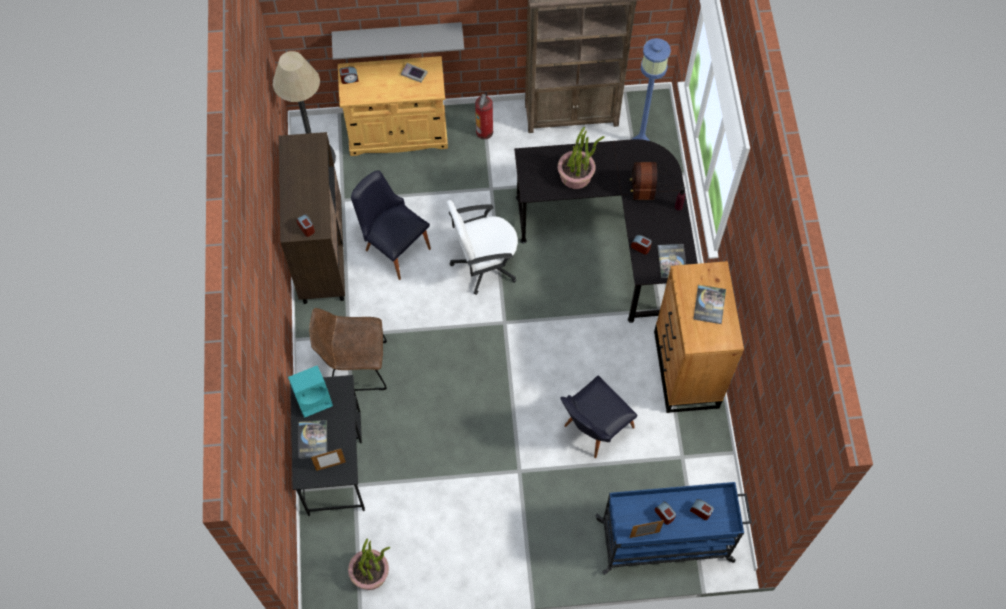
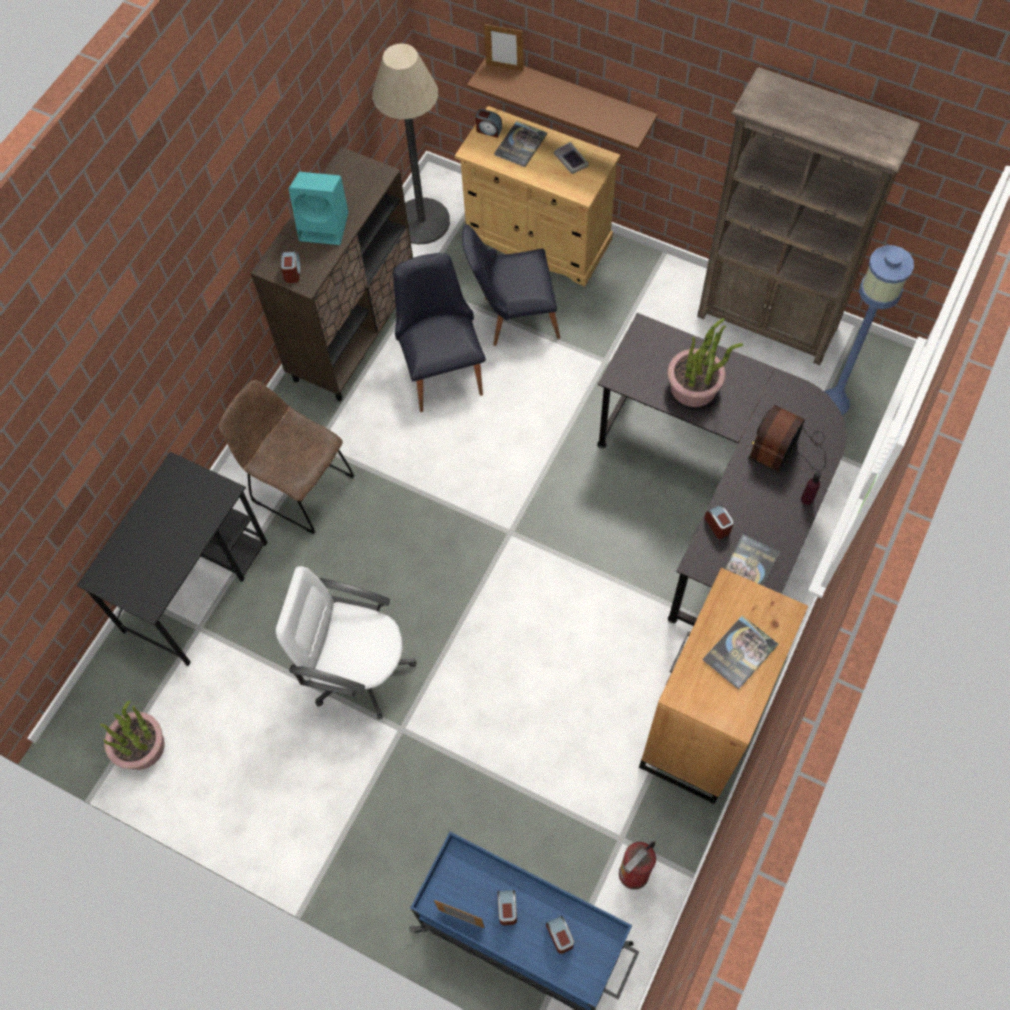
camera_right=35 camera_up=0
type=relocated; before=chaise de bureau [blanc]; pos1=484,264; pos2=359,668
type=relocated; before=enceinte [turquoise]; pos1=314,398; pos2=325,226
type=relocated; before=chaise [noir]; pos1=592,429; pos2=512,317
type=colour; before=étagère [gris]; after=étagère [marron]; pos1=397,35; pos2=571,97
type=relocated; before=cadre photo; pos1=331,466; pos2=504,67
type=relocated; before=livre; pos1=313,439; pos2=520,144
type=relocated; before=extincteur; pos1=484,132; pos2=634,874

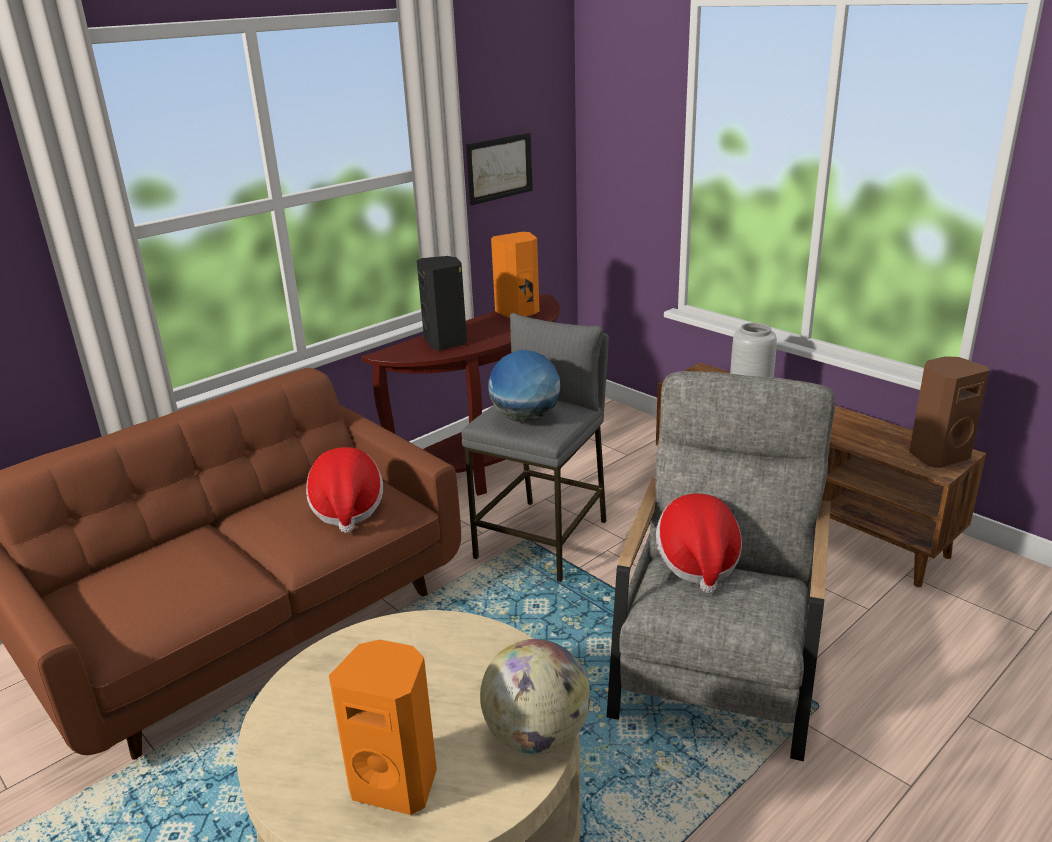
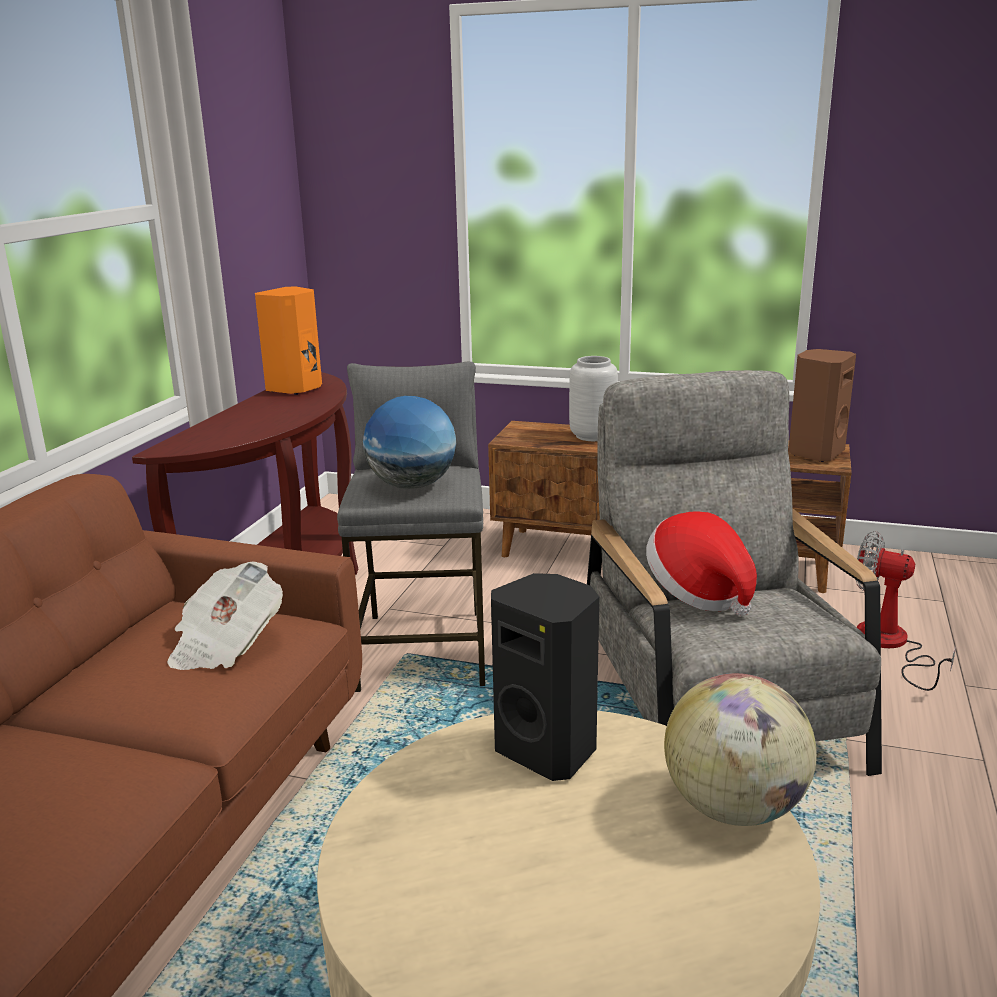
camera_right=-30 camera_up=-5
type=exchanged; before=chapeau; after=journal; pos1=347,509; pos2=226,645
type=relocated; before=enceinte [noir]; pos1=446,342; pos2=548,750
type=appeared; after=ventilateur; pos2=890,645
type=missing; before=enceinte [orange]; pos1=397,782
type=missing; before=tableau; pos1=499,168

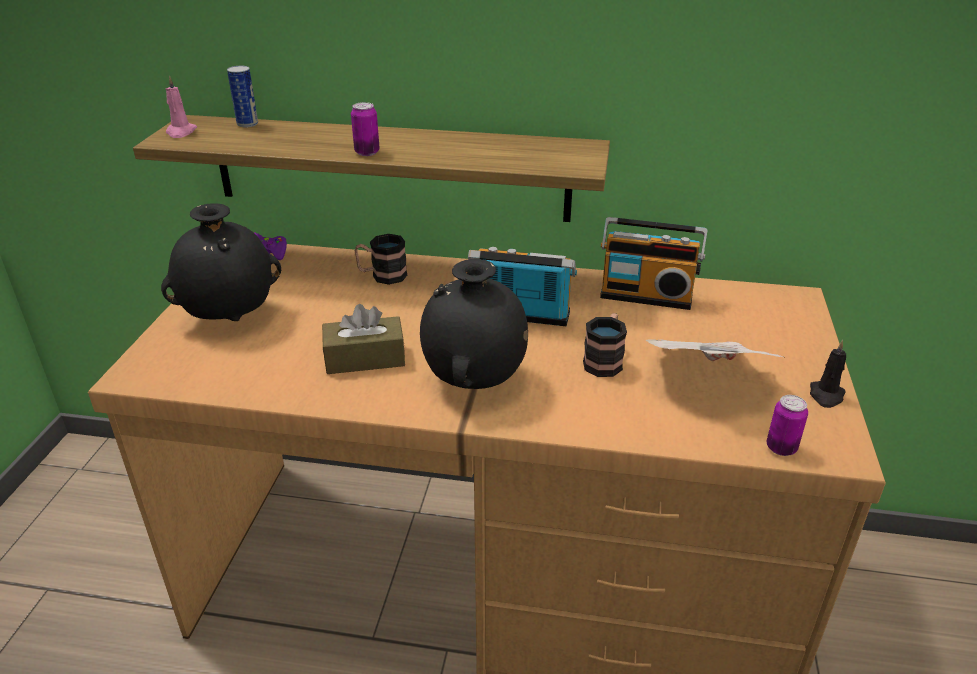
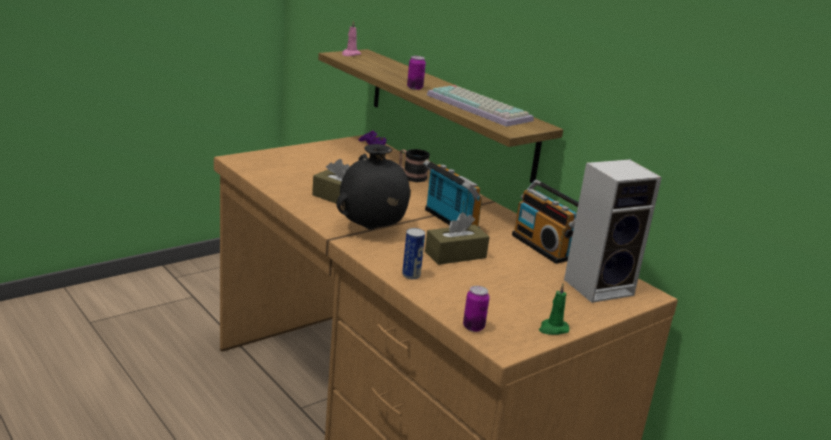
camera_right=40 camera_up=-10
type=relocated; before=boîte métallique; pos1=247,124; pos2=411,275
type=exchanged; before=mug; after=boîte à mouchoirs [marron]; pos1=605,360; pos2=455,255
type=appeared; after=clavier; pos2=481,108
type=colour; before=bougie [noir]; after=bougie [vert]; pos1=826,396; pos2=553,329
type=appeared; after=enceinte; pos2=600,286
type=missing; before=vase [noir]; pos1=231,317
type=missing; before=journal; pos1=709,377

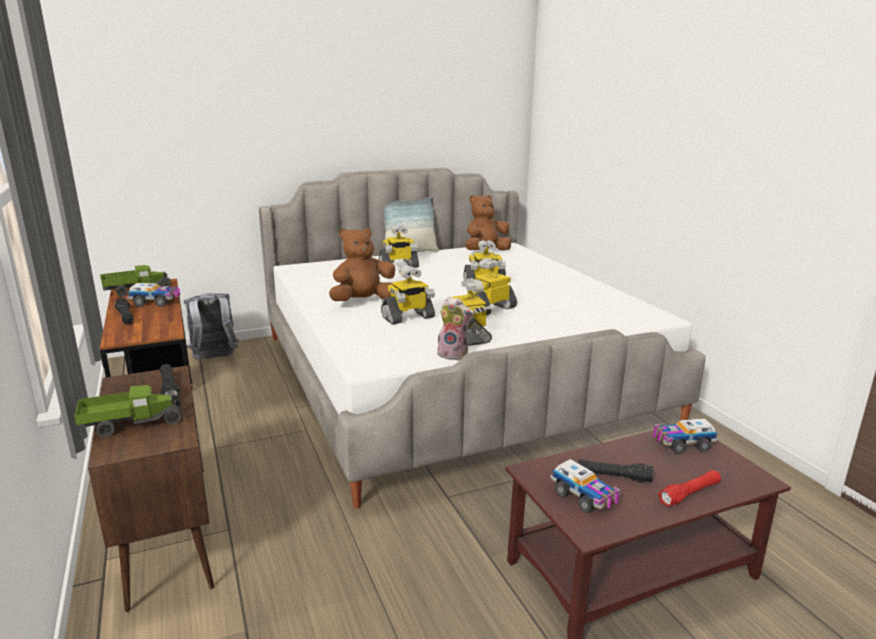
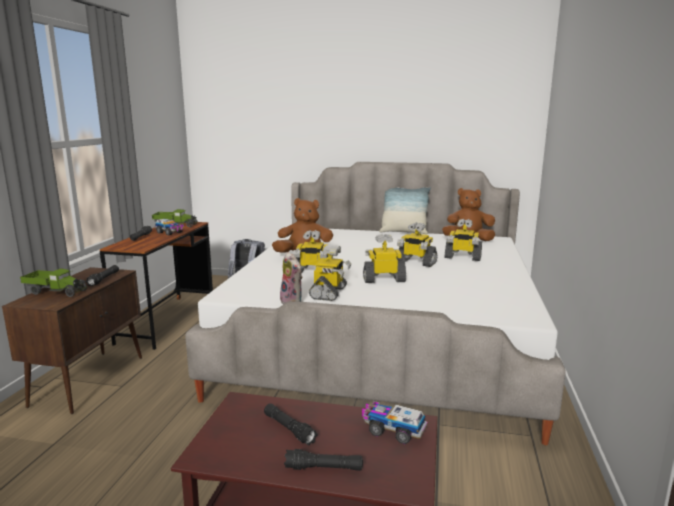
camera_right=35 camera_up=-5
type=colour; before=lampe de poche [rouge]; after=lampe de poche [noir]; pos1=689,494; pos2=324,468
type=relocated; before=robot jouet; pos1=398,266; pos2=462,257
type=missing; before=camion jouet; pos1=584,498

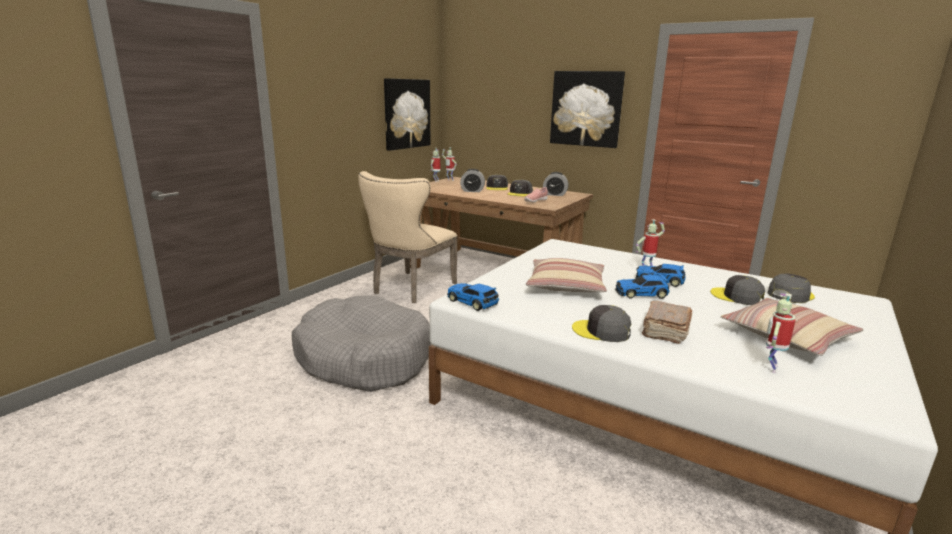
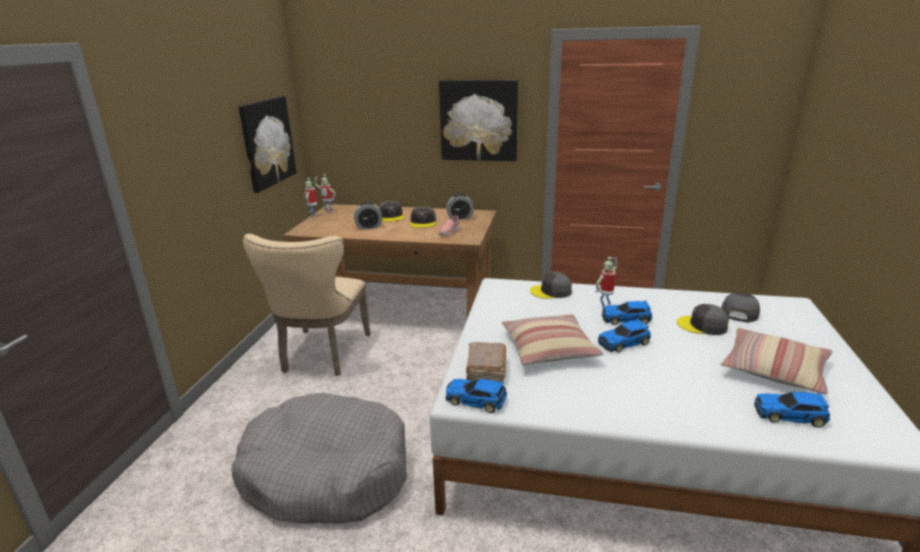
camera_right=-20 camera_up=5
type=relocated; before=livre [marron]; pos1=665,331; pos2=485,371
type=relocated; before=casquette [gris]; pos1=601,331; pos2=551,291
type=exchanged; before=robot jouet; after=petite voiture; pos1=771,367; pos2=790,415

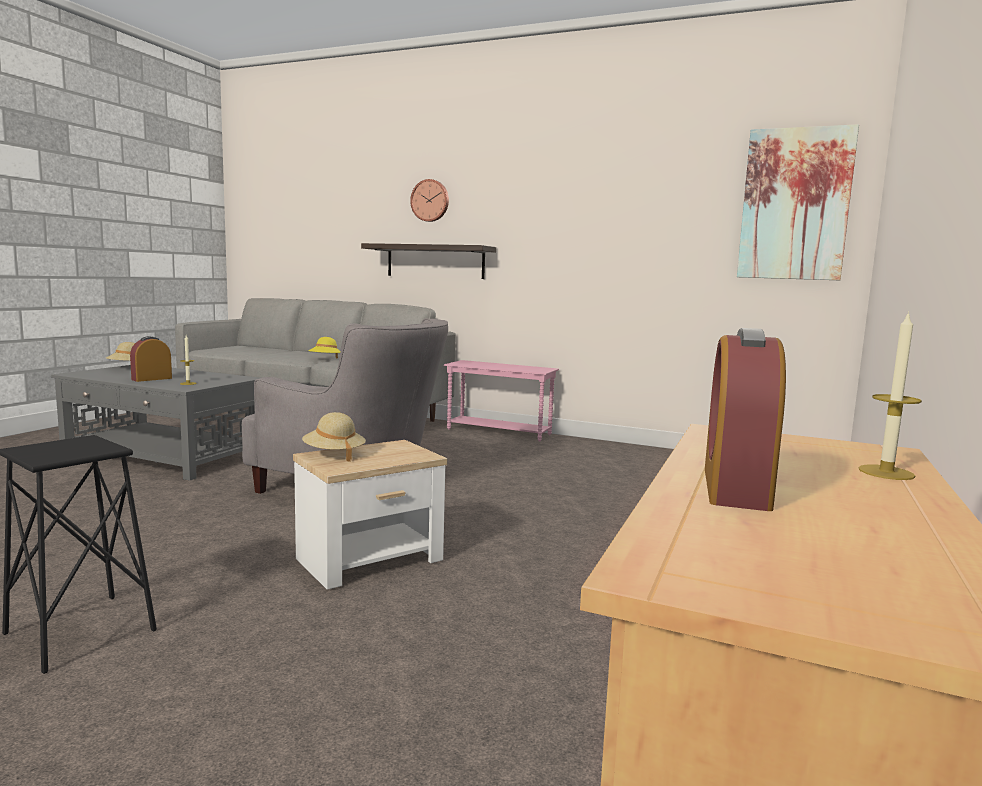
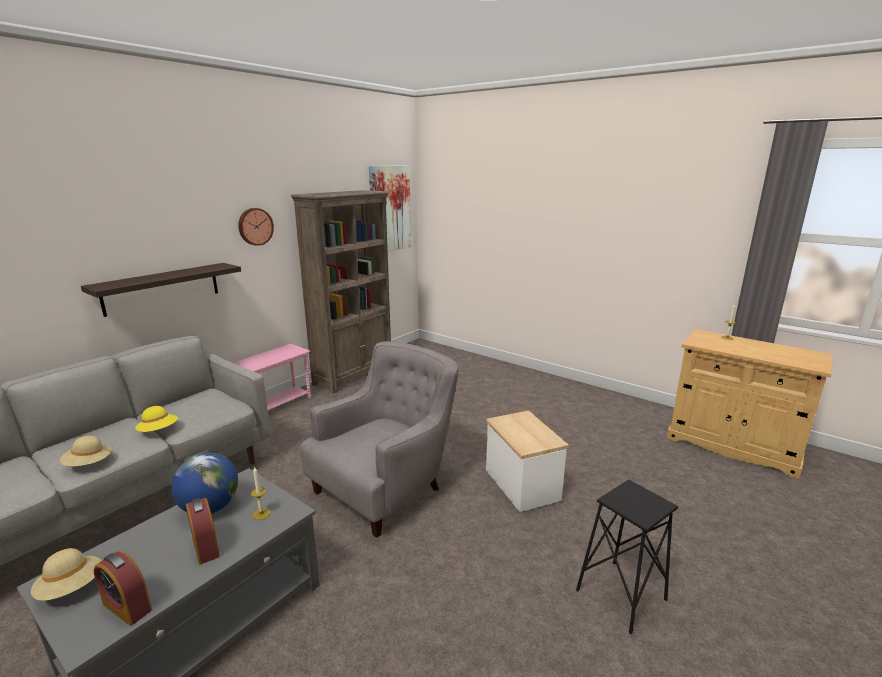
camera_right=-75 camera_up=10
type=relocated; before=chapeau [beige]; pos1=334,454; pos2=88,464
type=relocated; before=réveil; pos1=735,487; pos2=127,607
type=appeared; after=globe; pos2=210,508
type=relocated; before=horloge murale; pos1=430,200; pos2=255,226
type=appeared; after=bibliothèque [marron]; pos2=354,375

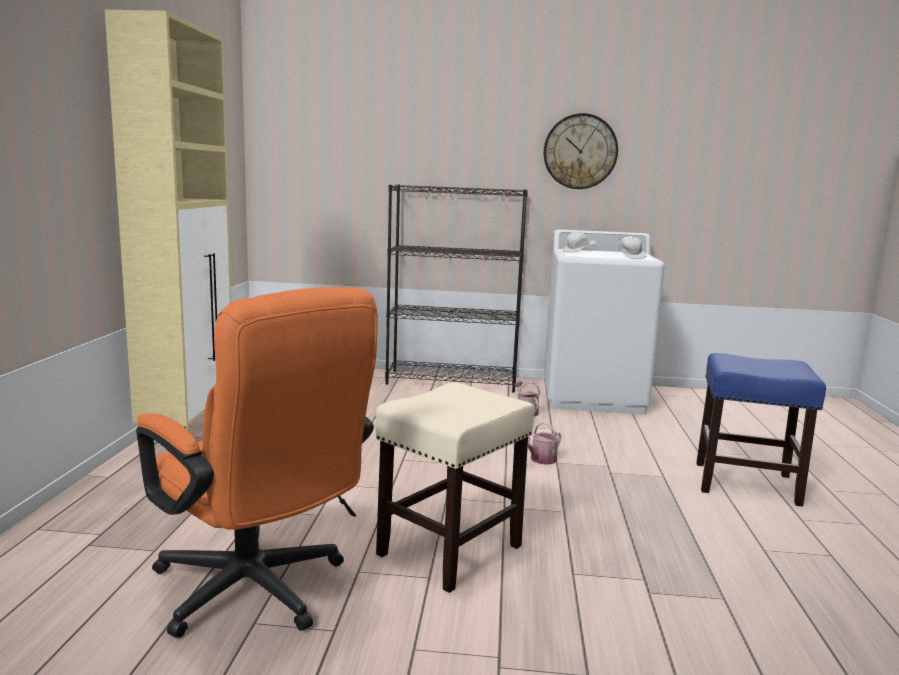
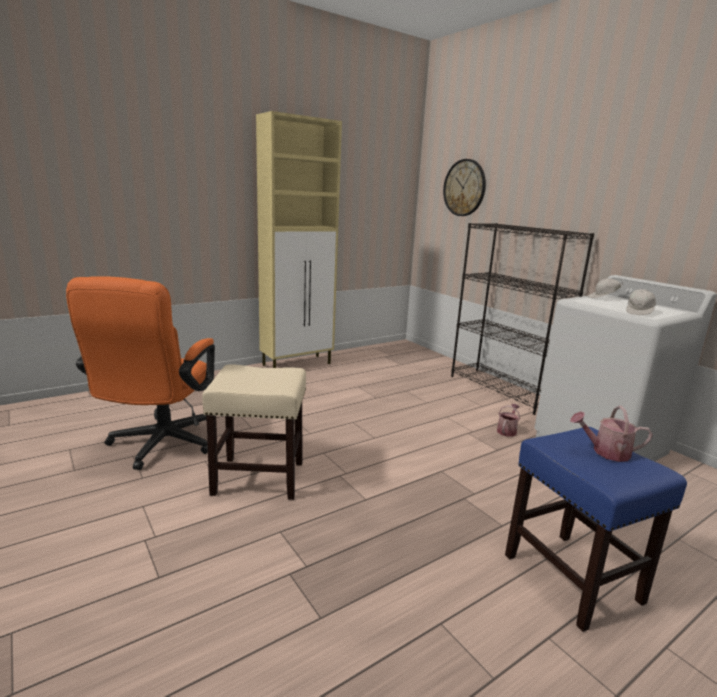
camera_right=50 camera_up=5
type=relocated; before=horloge murale; pos1=580,151; pos2=464,188
type=relocated; before=arrosoir; pos1=540,460; pos2=606,452

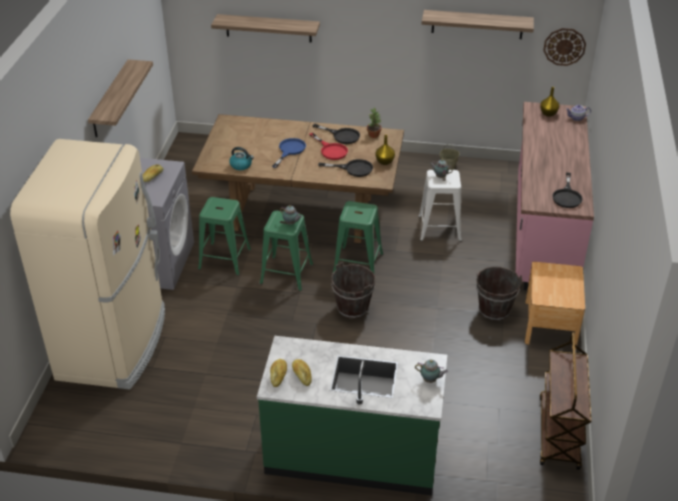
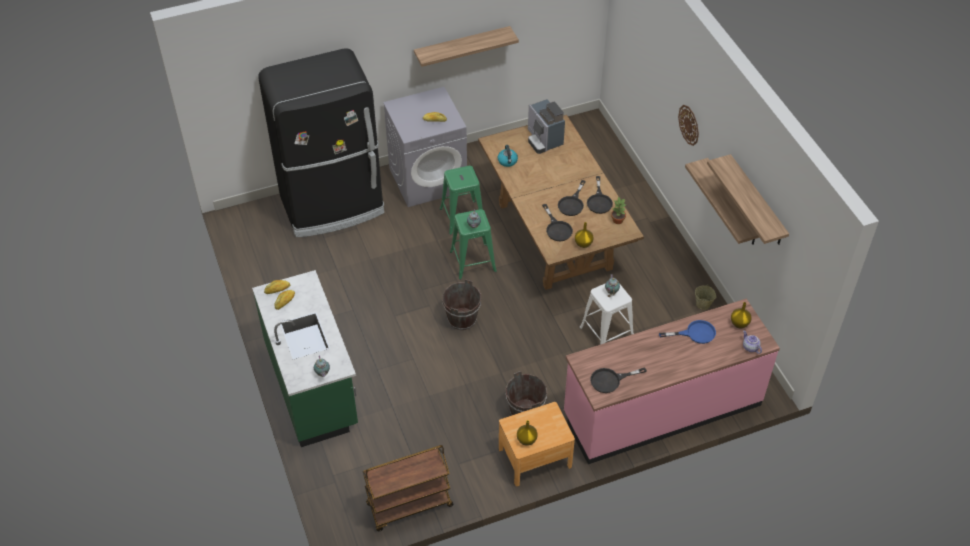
camera_right=60 camera_up=10
type=colour; before=réfrigérateur [beige]; after=réfrigérateur [noir]; pos1=114,343; pos2=333,206
type=appeared; after=vase [jaune]; pos2=526,440
type=appeared; after=machine à café; pos2=544,139
type=colour; before=poêle [rouge]; after=poêle [noir]; pos1=331,150; pos2=572,203
type=relocated; before=poêle [bleu]; pos1=289,150; pos2=695,333
type=relocated; before=horloge murale; pos1=564,46; pos2=689,125
type=relocated; before=étagère; pos1=268,28; pos2=732,203
type=missing; before=tabouret [vert]; pos1=358,263

